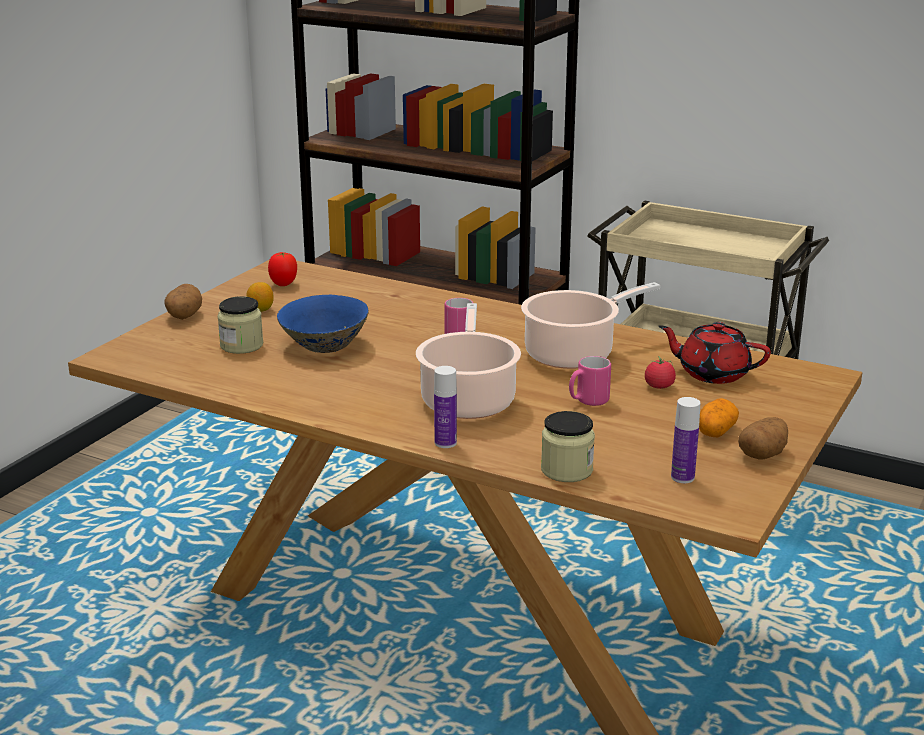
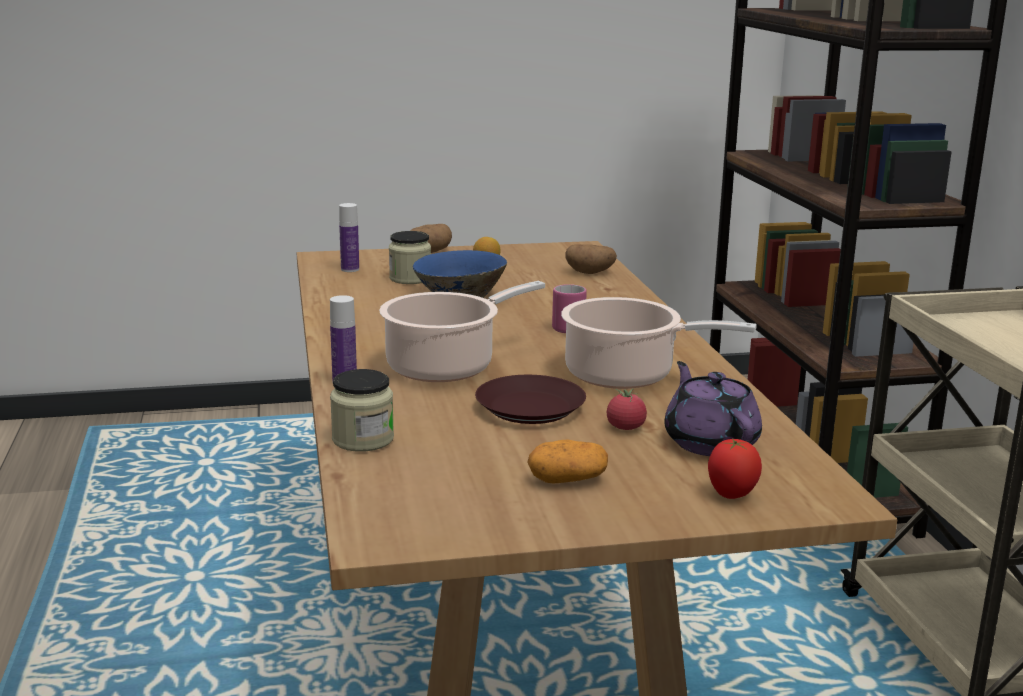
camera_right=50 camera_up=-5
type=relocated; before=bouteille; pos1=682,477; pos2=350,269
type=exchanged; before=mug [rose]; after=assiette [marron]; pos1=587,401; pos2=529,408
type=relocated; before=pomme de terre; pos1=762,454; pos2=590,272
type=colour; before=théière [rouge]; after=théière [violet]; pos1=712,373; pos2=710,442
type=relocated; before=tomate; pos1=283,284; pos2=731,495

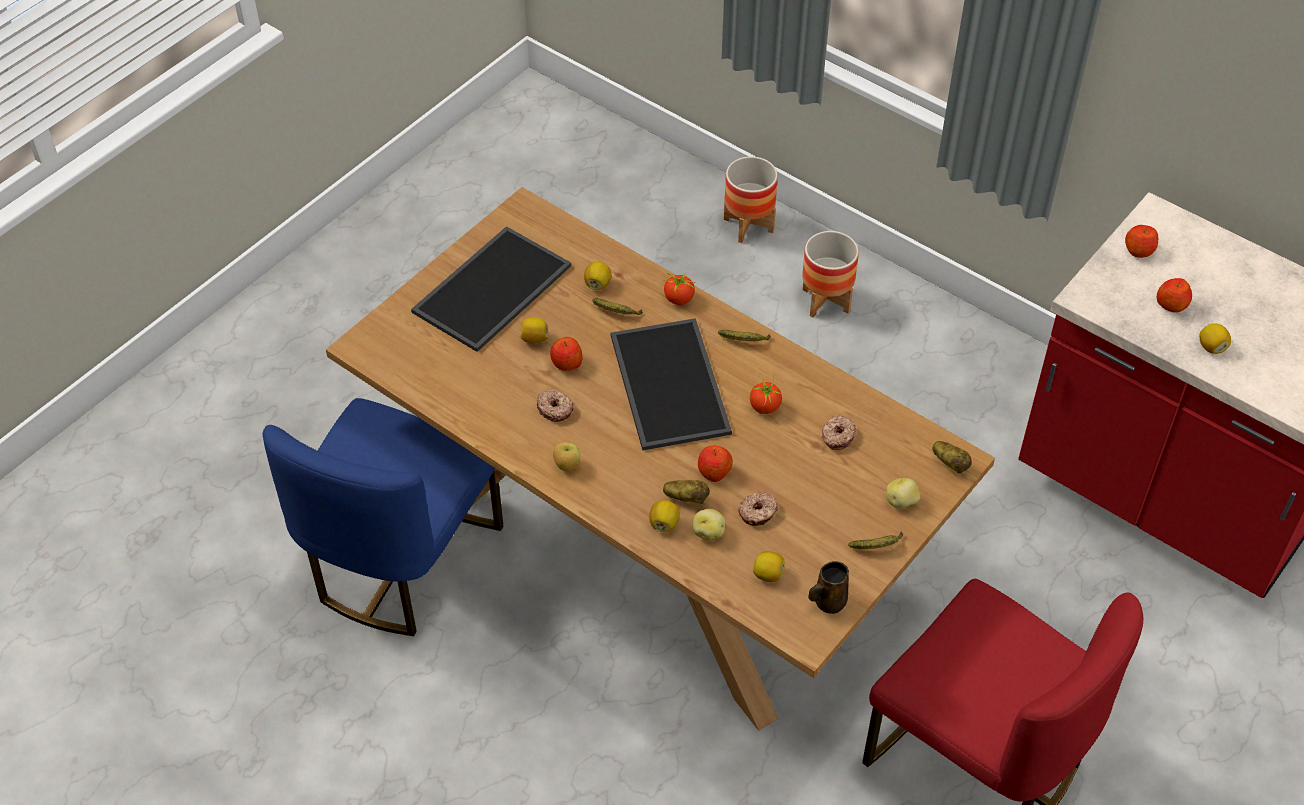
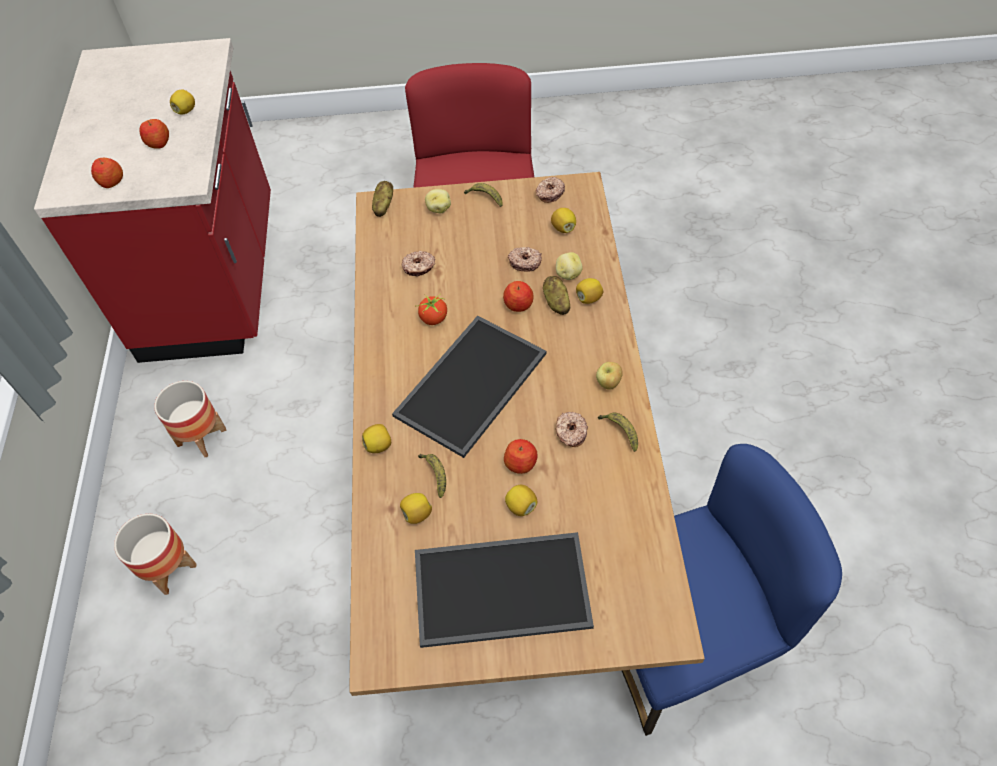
camera_right=-130 camera_up=5
type=relocated; before=cache-pot; pos1=748,225; pos2=202,437
type=exchanged; before=tomate; after=citron; pos1=678,299; pos2=379,445
type=exchanged; before=mug [marron]; after=beignet; pos1=828,602; pos2=549,193
type=relocated; before=banane; pos1=744,341; pos2=620,432

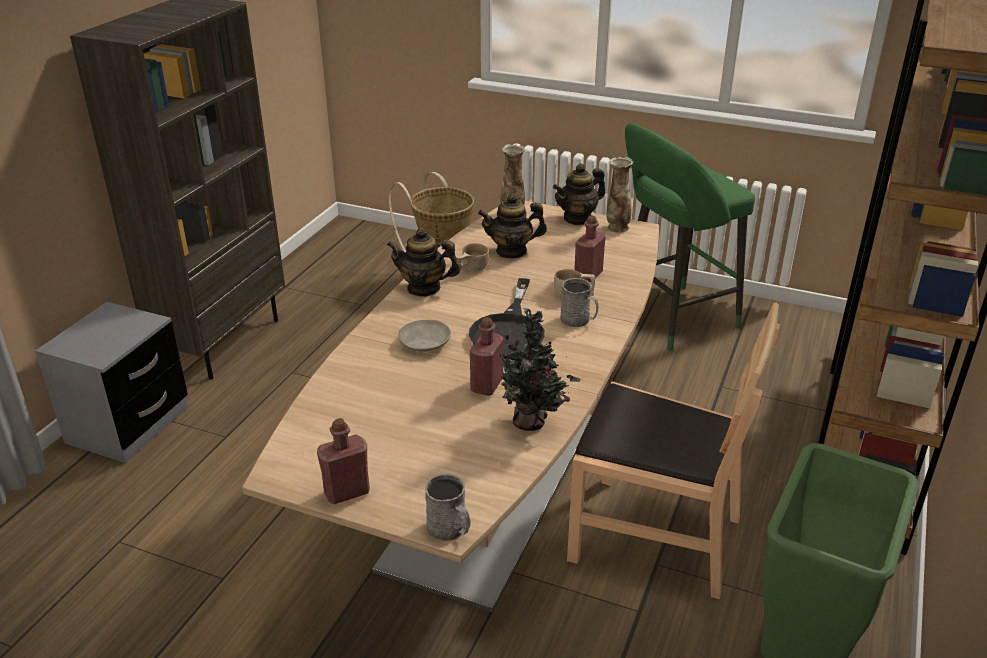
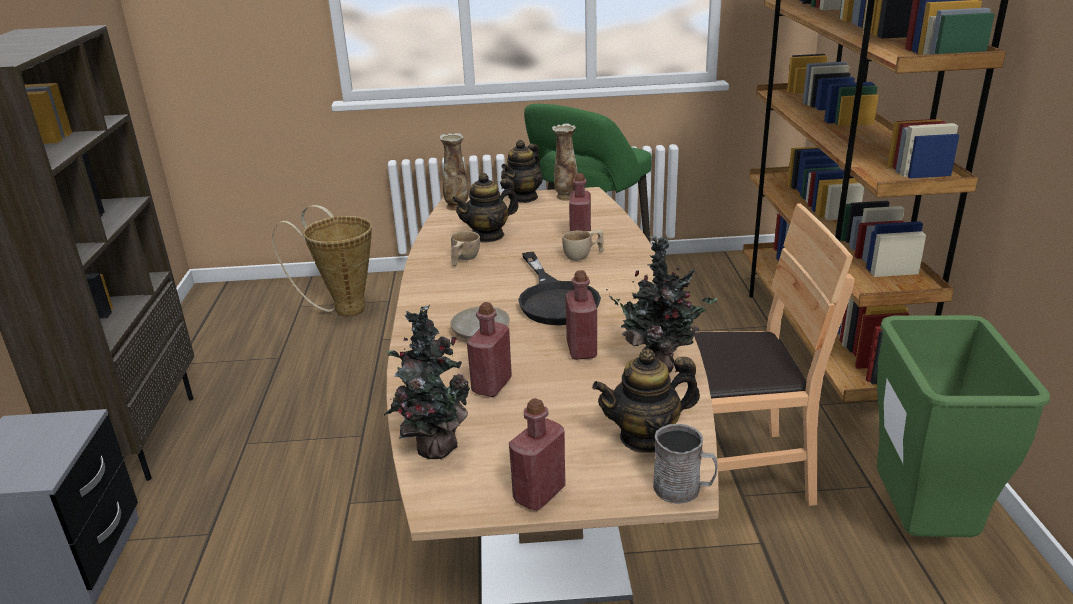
camera_right=-25 camera_up=-5
type=appeared; after=plante en pot; pos2=432,448
type=appeared; after=bouteille [rouge]; pos2=492,385
type=relocated; before=théière; pos1=424,288; pos2=645,437
type=missing; before=mug [gris]; pos1=579,320

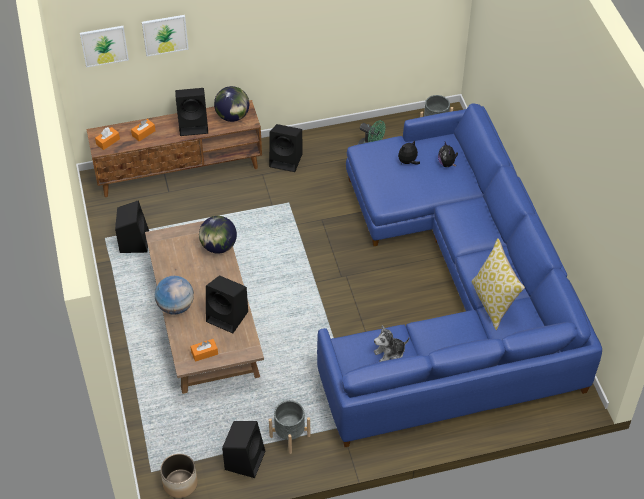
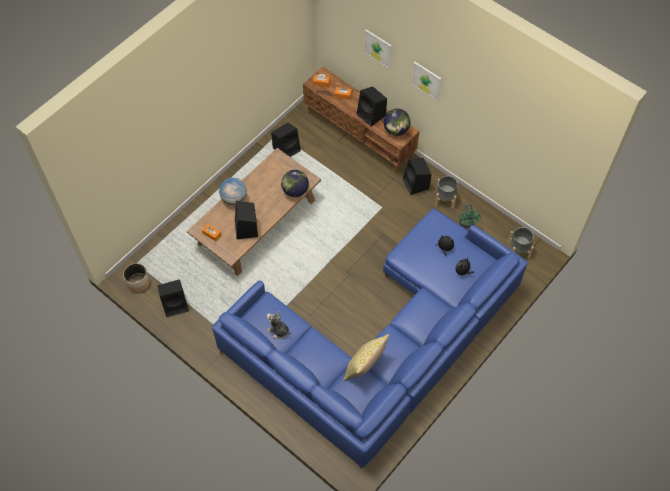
camera_right=55 camera_up=10
type=relocated; before=tableau; pos1=104,45; pos2=426,80
type=relocated; before=cache-pot [gris]; pos1=290,436; pos2=445,199

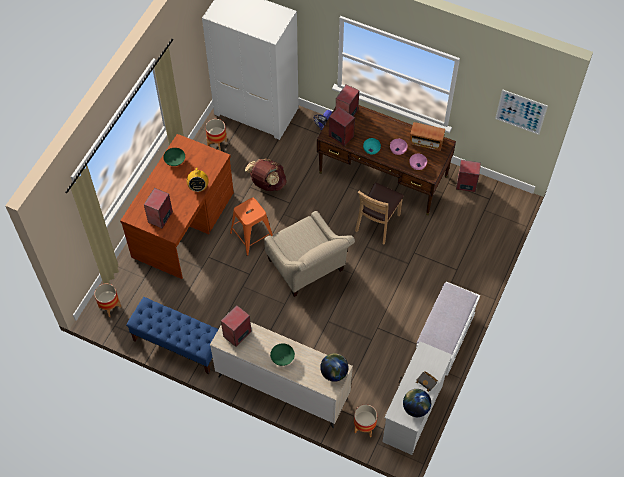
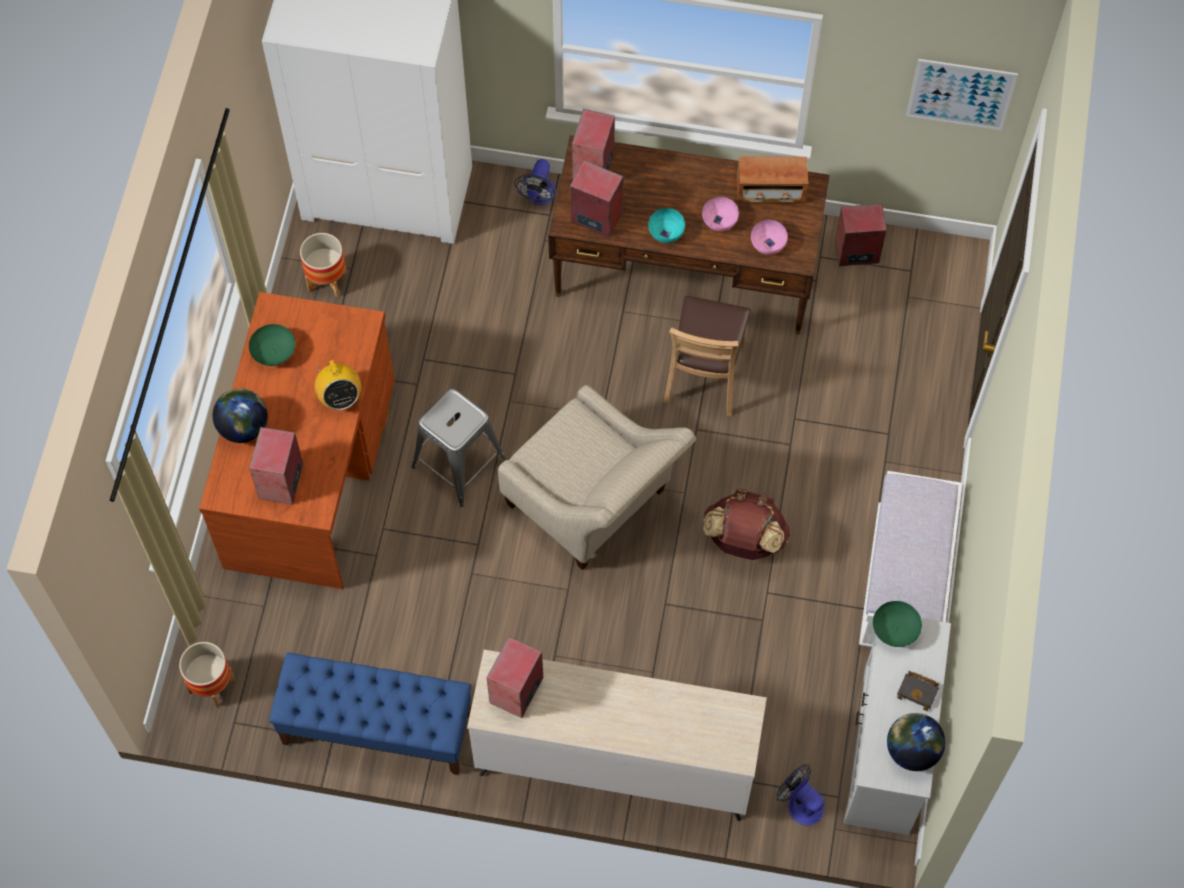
camera_right=-15 camera_up=5
type=relocated; before=globe; pos1=334,372; pos2=244,427
type=colour; before=tabouret [orange]; after=tabouret [gris]; pos1=252,236; pos2=459,463
type=relocated; before=sac à dos [marron]; pos1=267,184; pos2=743,540
type=exchanged; before=cache-pot; after=ventilateur; pos1=364,427; pos2=800,803
type=relocated; before=bol [vert]; pos1=282,357; pos2=894,629

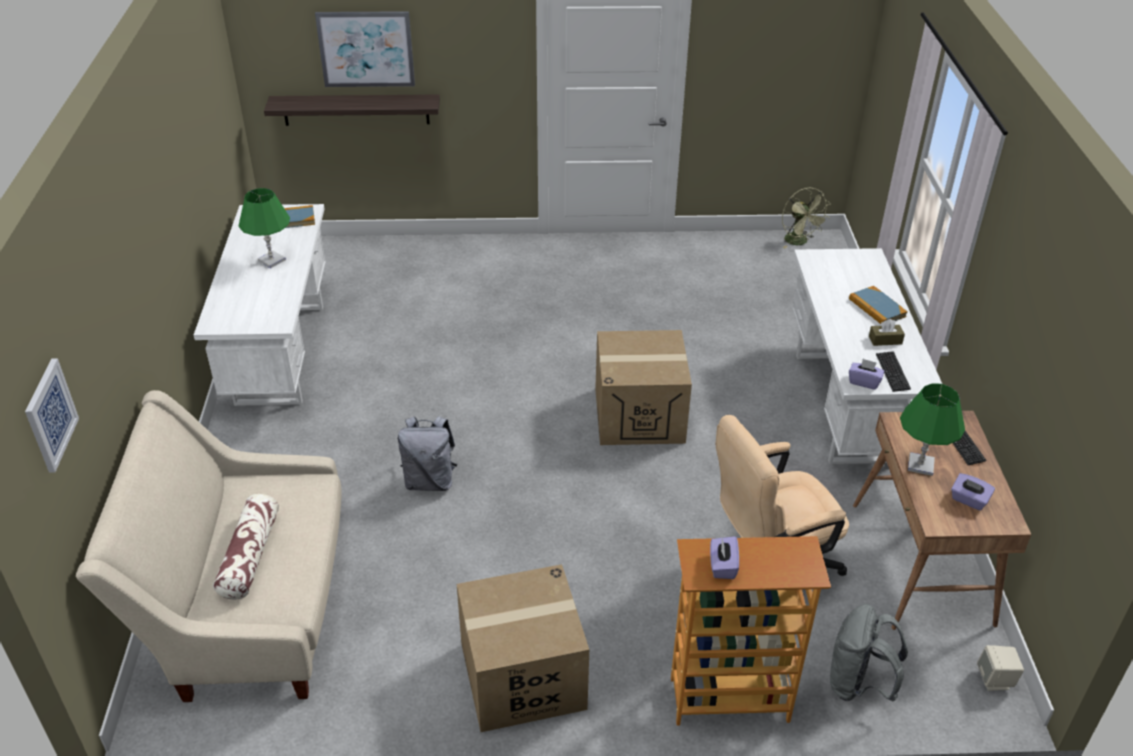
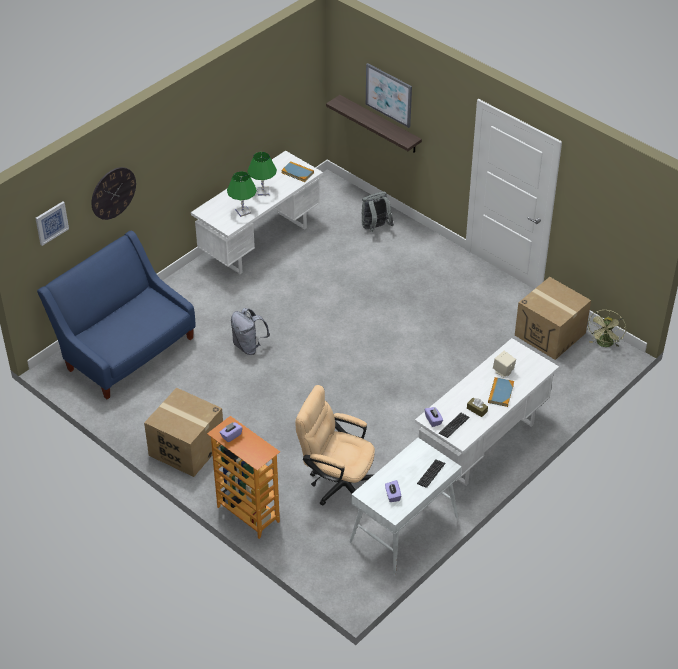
camera_right=45 camera_up=5
type=colour; before=canapé [beige]; after=canapé [bleu]; pos1=249,605; pos2=125,350
type=appeared; after=horloge murale; pos2=113,193
type=relocated; before=lampe de table [vert]; pos1=920,465; pos2=243,211
type=colour; before=bureau [marron]; after=bureau [blanc]; pos1=922,564; pos2=404,530
type=relocated; before=sac à dos [gris]; pos1=858,684; pos2=375,228
type=relocated; before=enceinte [beige]; pos1=995,680; pos2=503,371
type=relocated; before=carton; pos1=639,415; pos2=550,334
type=missing; before=coussin; pos1=250,555

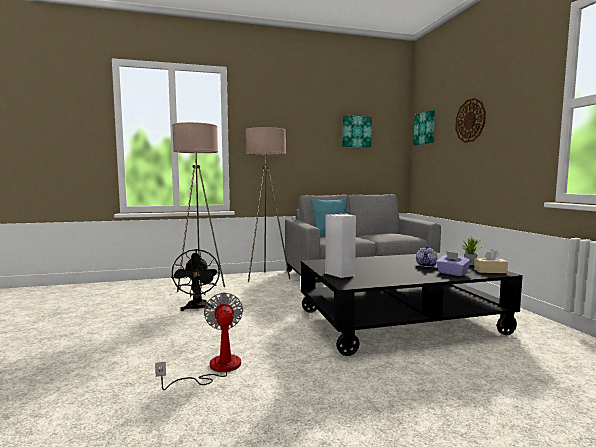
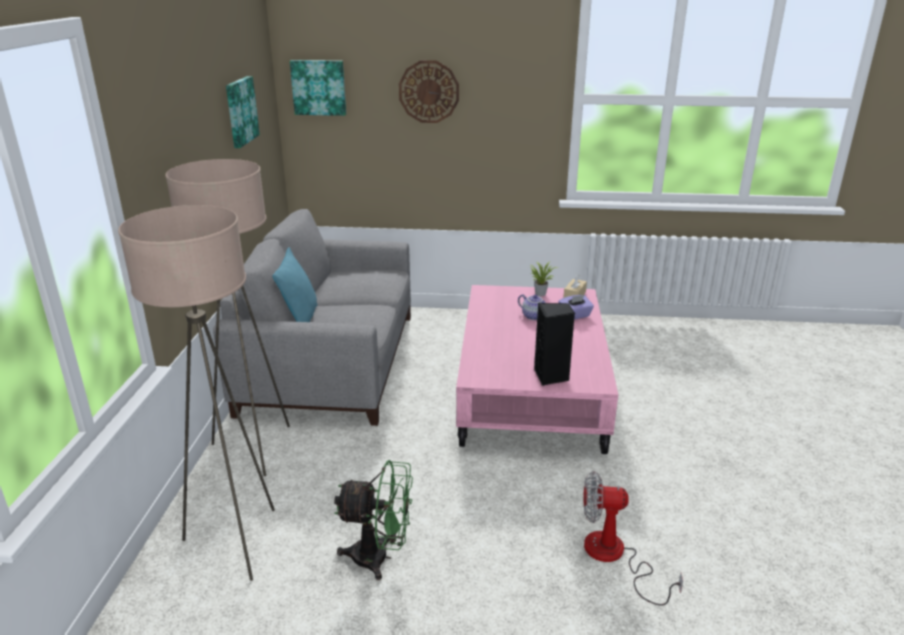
camera_right=-70 camera_up=20
type=colour; before=ventilateur [noir]; after=ventilateur [vert]; pos1=197,308; pos2=380,557
type=colour; before=table basse [noir]; after=table basse [rose]; pos1=400,322; pos2=530,390
type=colour; before=enceinte [blanc]; after=enceinte [noir]; pos1=341,274; pos2=551,376

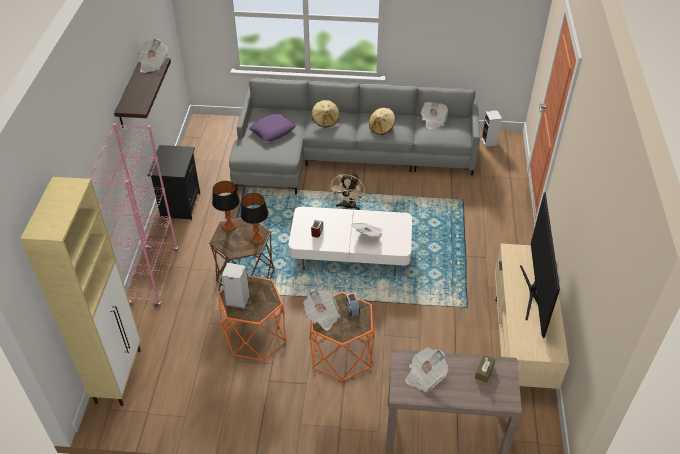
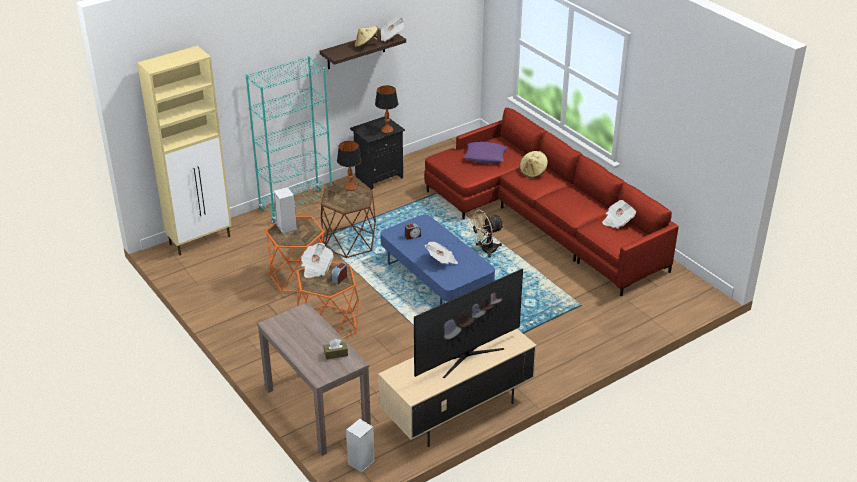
camera_right=50 camera_up=-10
type=colour; before=bibliothèque [rose]; after=bibliothèque [turquoise]; pos1=153,278; pos2=296,206
type=relocated; before=enceinte; pos1=489,142; pos2=361,463
type=relocated; before=chapeau [beige]; pos1=381,128; pos2=366,45
type=relocated; before=lampe de table; pos1=257,238; pos2=387,130
type=colour; before=table basse [blanc]; after=table basse [bleu]; pos1=351,253; pos2=436,277
type=colour; before=canapé [gris]; after=canapé [rouge]; pos1=345,155; pos2=543,219
type=missing; before=journal; pos1=424,376

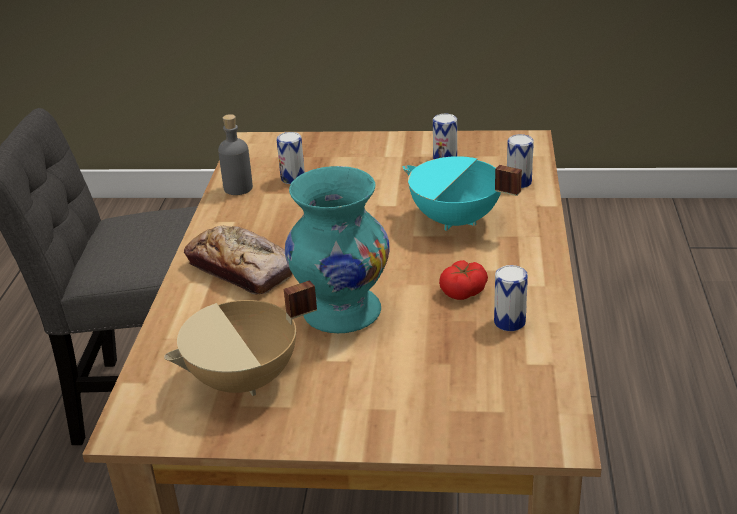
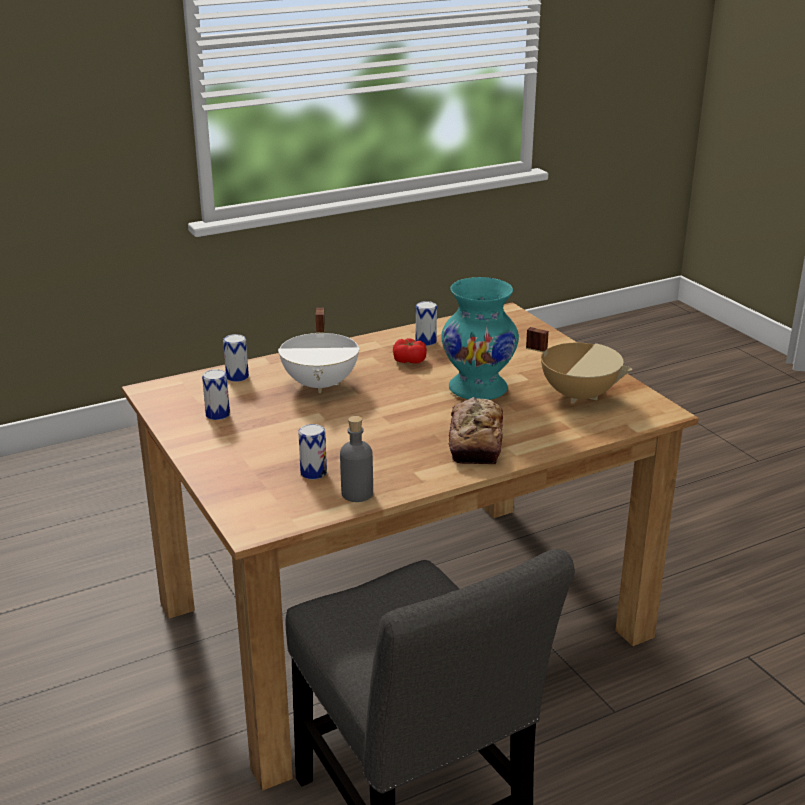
camera_right=-125 camera_up=-5
type=colour; before=marmite [turquoise]; after=marmite [blanc]; pos1=455,221; pos2=321,384

